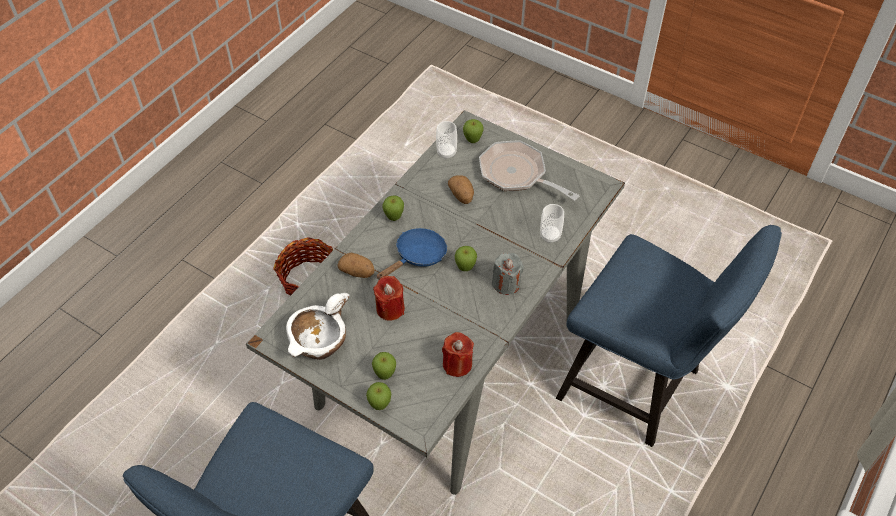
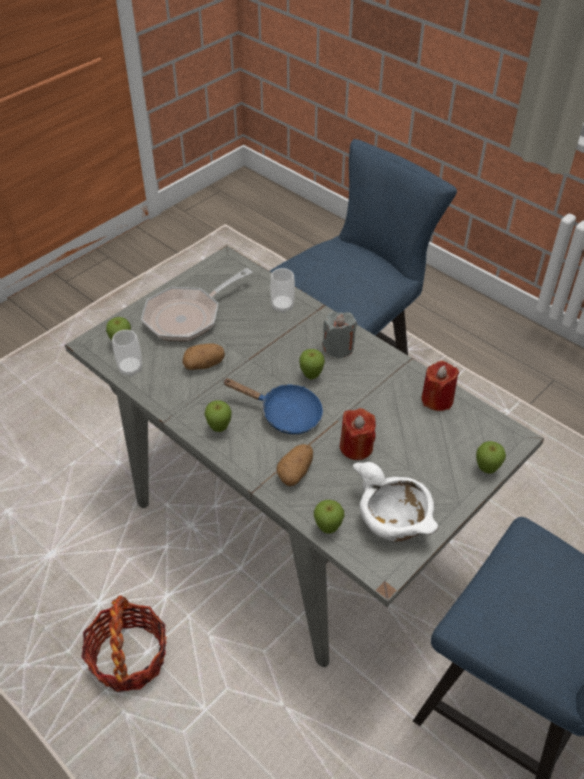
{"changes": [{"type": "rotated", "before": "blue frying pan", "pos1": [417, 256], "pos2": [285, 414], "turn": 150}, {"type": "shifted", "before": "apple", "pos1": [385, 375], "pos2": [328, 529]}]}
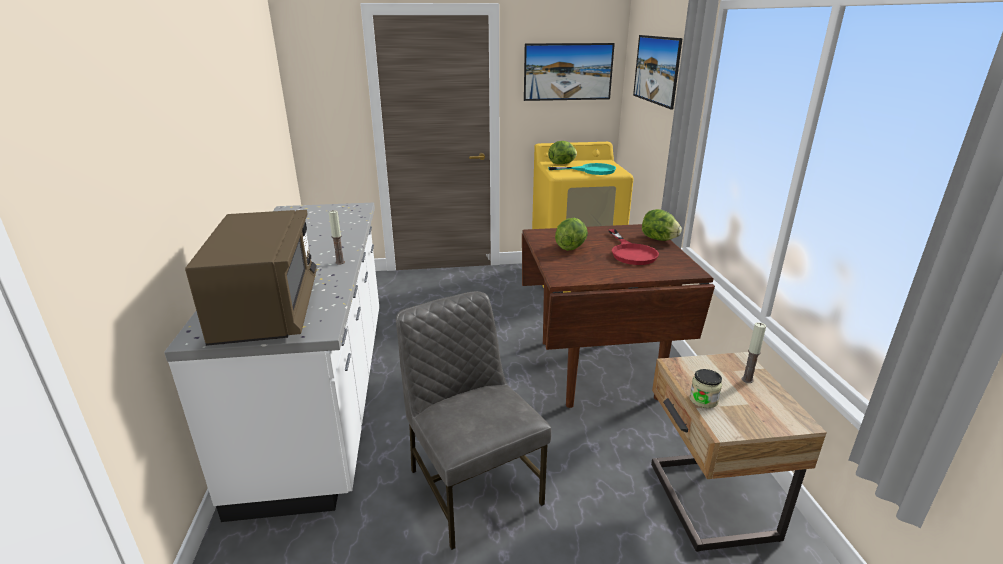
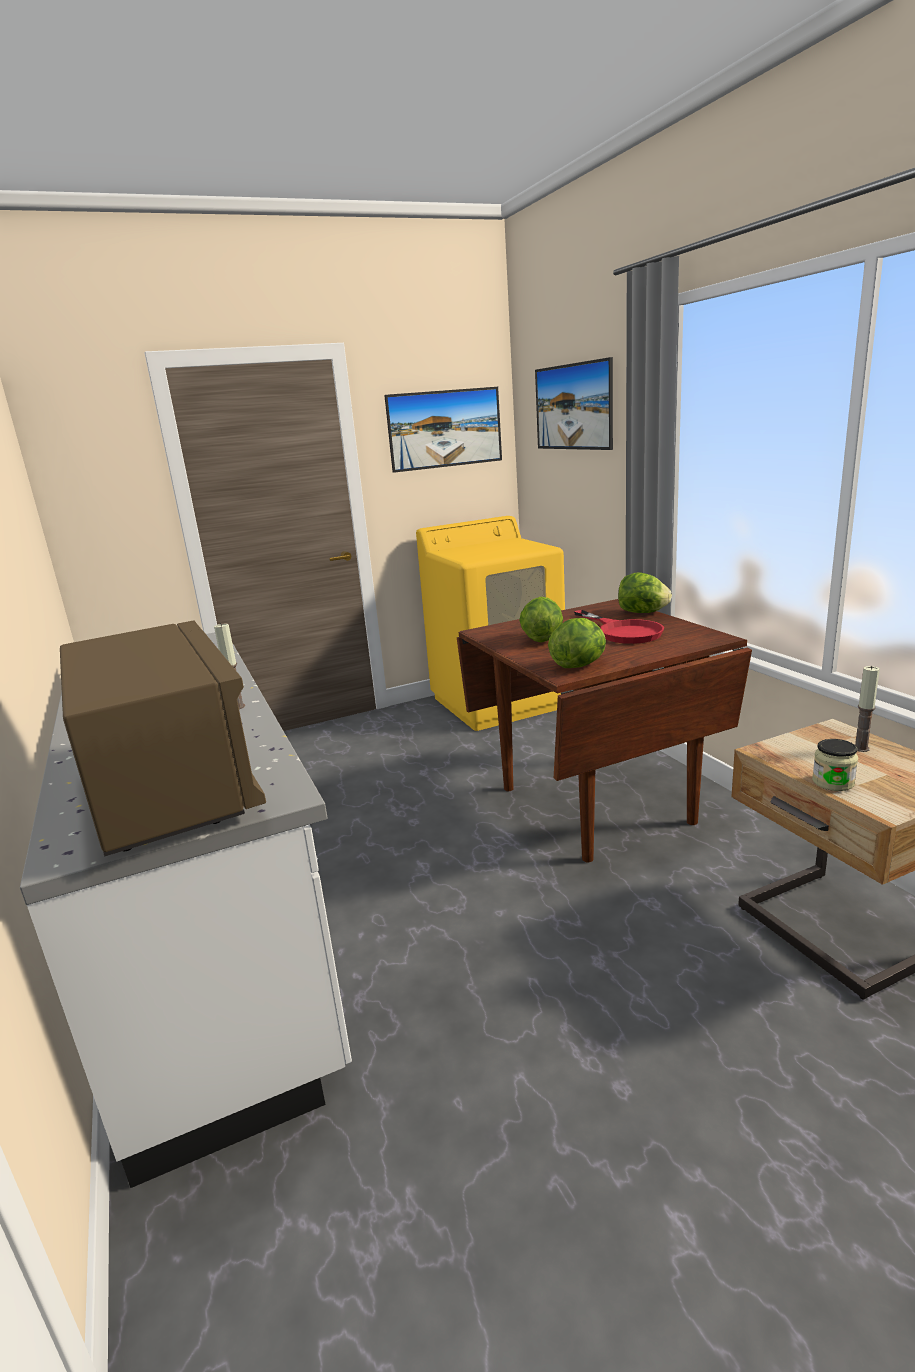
{"changes": [{"type": "shifted", "before": "lettuce", "pos1": [562, 164], "pos2": [579, 665]}, {"type": "gone", "before": "turquoise frying pan", "pos1": [591, 170]}, {"type": "gone", "before": "grey chair", "pos1": [472, 485]}]}
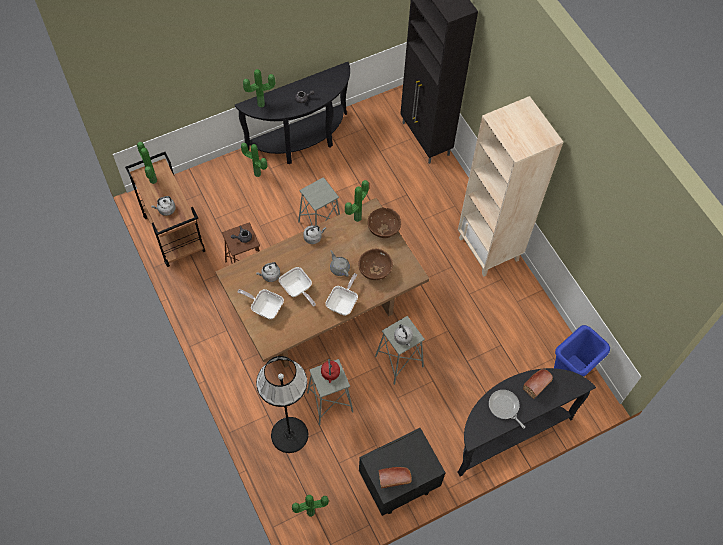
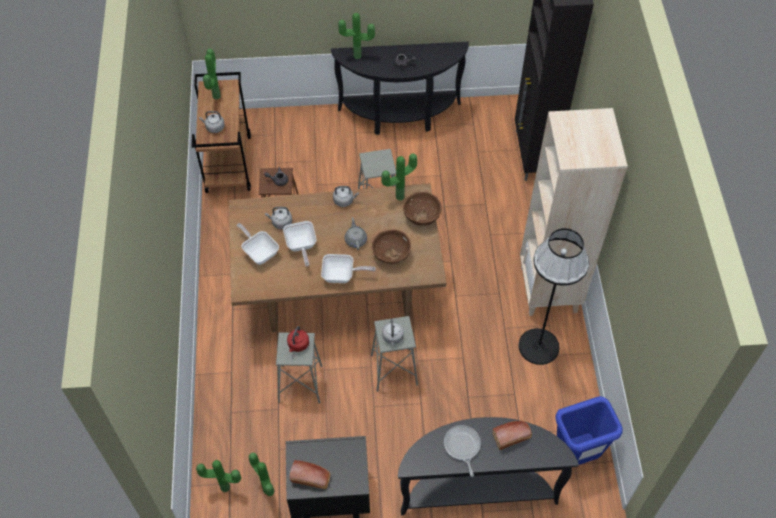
{"changes": [{"type": "shifted", "before": "potted plant", "pos1": [256, 175], "pos2": [266, 491]}, {"type": "rotated", "before": "frying pan", "pos1": [343, 303], "pos2": [342, 276], "turn": 45}, {"type": "shifted", "before": "black floor lamp", "pos1": [289, 434], "pos2": [539, 346]}]}
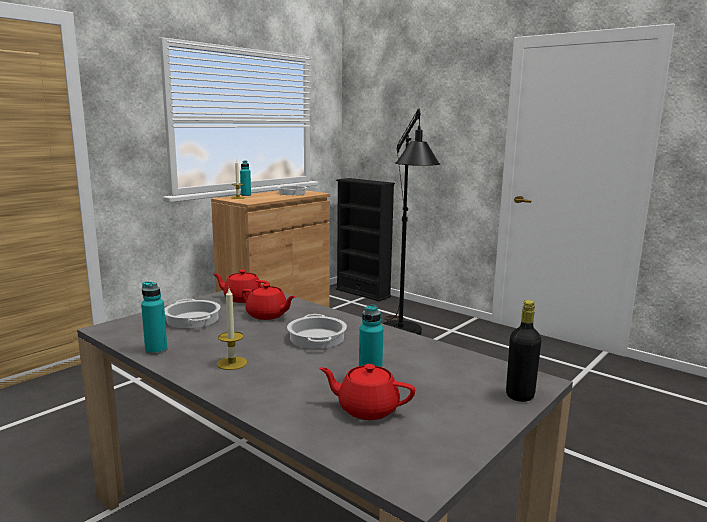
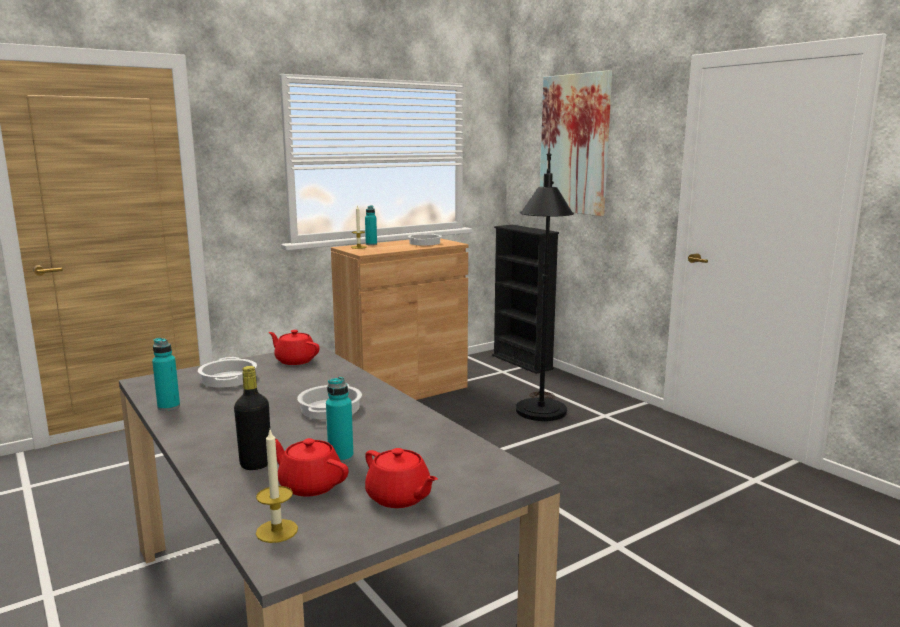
{"changes": [{"type": "shifted", "before": "red teapot", "pos1": [267, 315], "pos2": [399, 497]}, {"type": "shifted", "before": "candle", "pos1": [232, 363], "pos2": [277, 531]}, {"type": "shifted", "before": "black bottle", "pos1": [520, 395], "pos2": [256, 464]}, {"type": "new", "after": "picture", "pos2": [574, 144]}]}
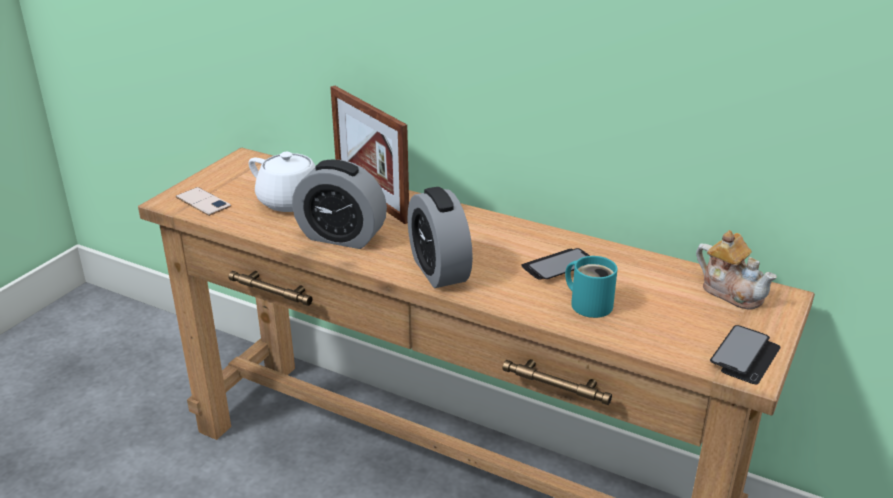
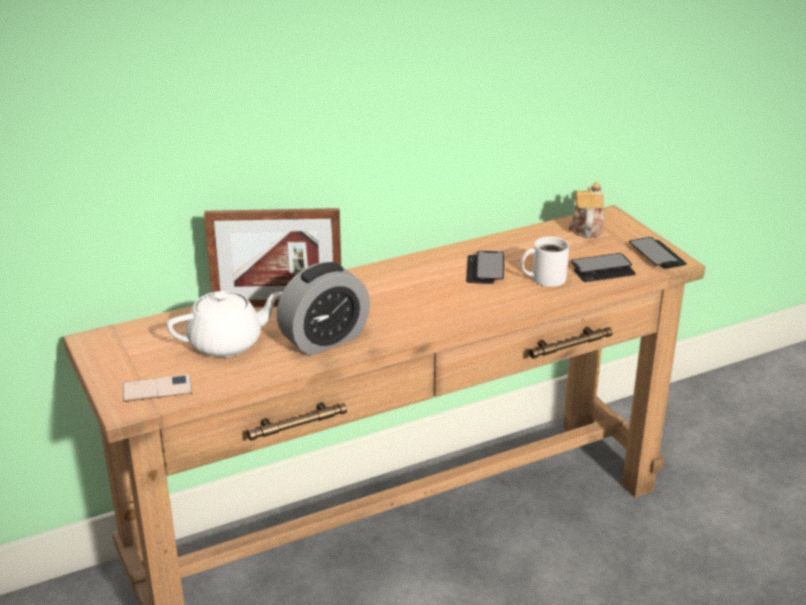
{"changes": [{"type": "gone", "before": "alarm clock", "pos1": [439, 270]}, {"type": "rotated", "before": "teapot", "pos1": [731, 292], "pos2": [586, 227], "turn": -75}, {"type": "repainted", "before": "turquoise mug", "after": "white mug", "pos1": [589, 303], "pos2": [545, 278]}, {"type": "new", "after": "phone", "pos2": [602, 269]}]}
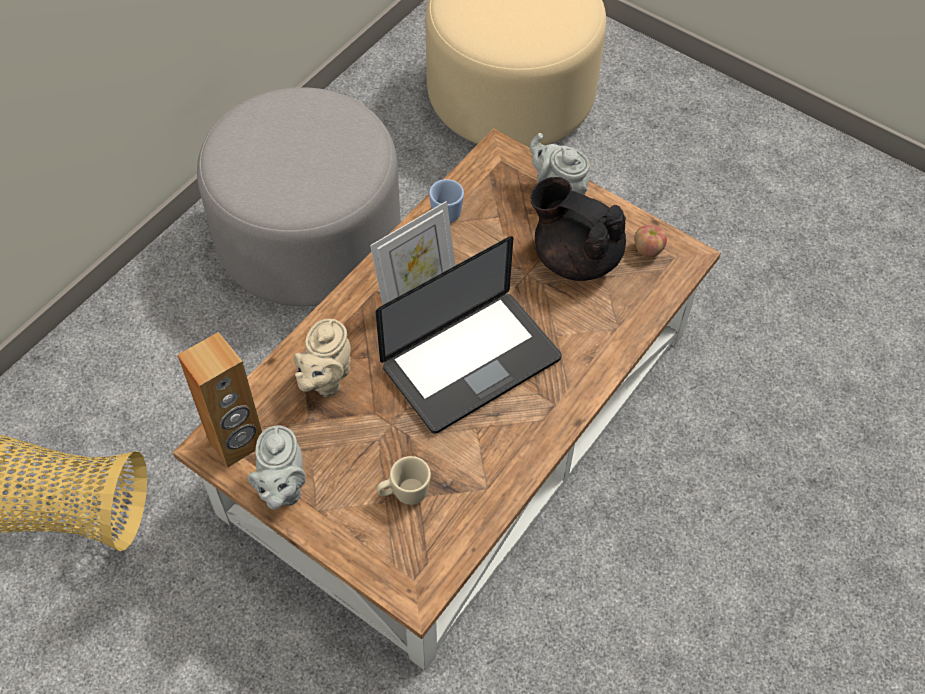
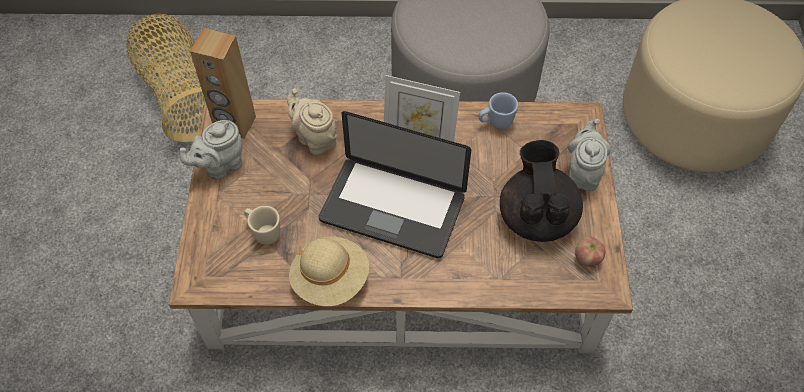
{"changes": [{"type": "rotated", "before": "beige teapot", "pos1": [325, 379], "pos2": [314, 138], "turn": 60}, {"type": "new", "after": "beige hat", "pos2": [330, 279]}]}
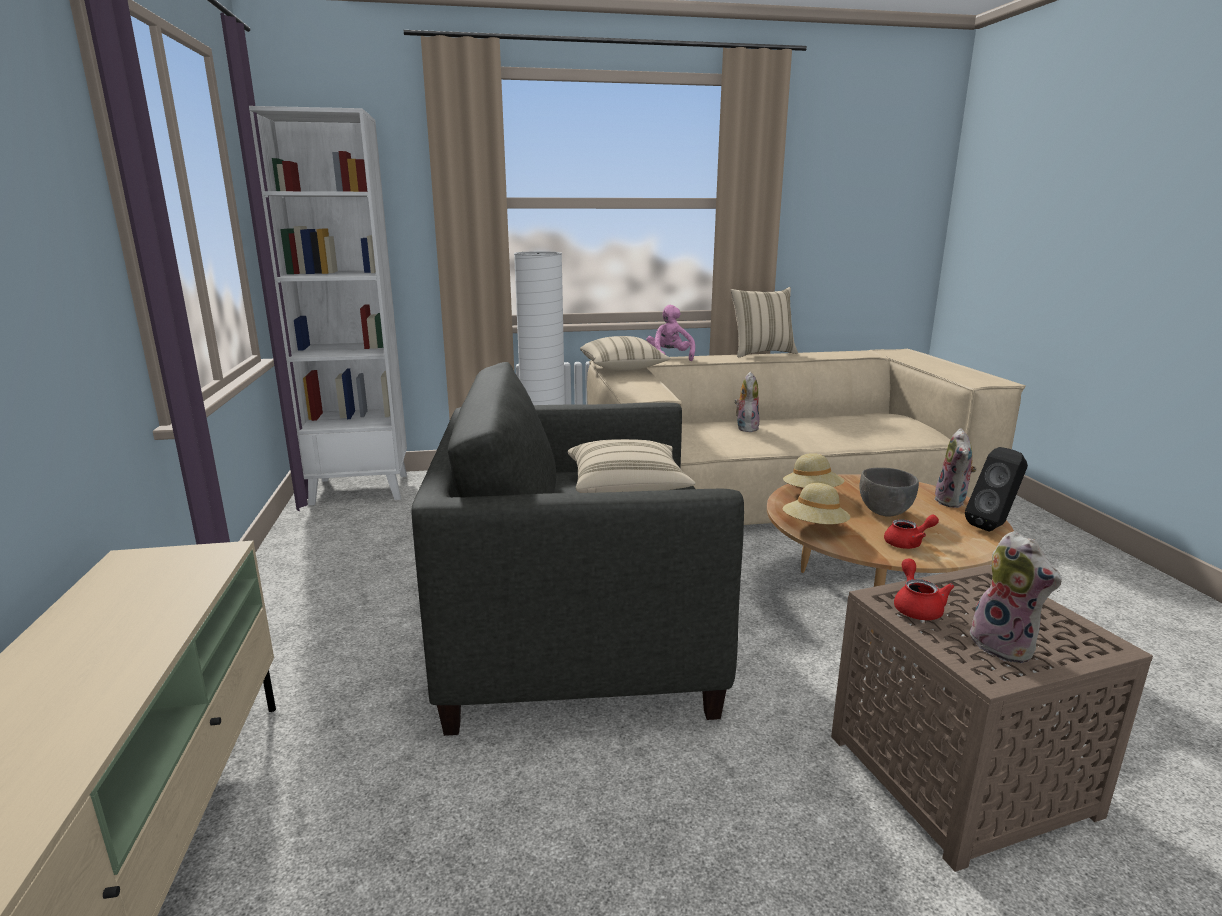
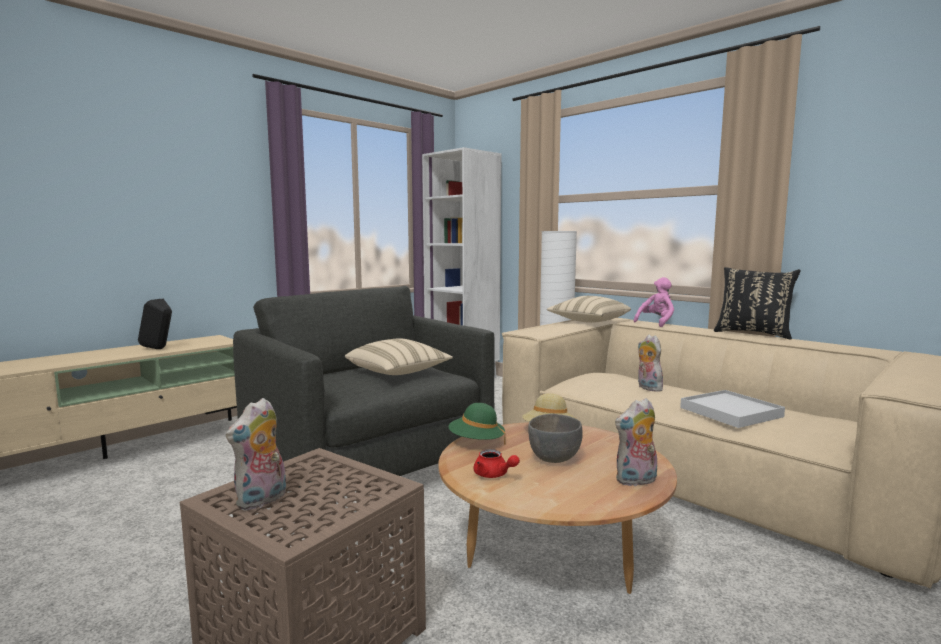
{"changes": [{"type": "repainted", "before": "beige pillow", "after": "black pillow", "pos1": [761, 353], "pos2": [753, 333]}, {"type": "rotated", "before": "plush toy", "pos1": [745, 428], "pos2": [647, 388], "turn": -90}, {"type": "shifted", "before": "black speaker", "pos1": [993, 526], "pos2": [159, 349]}, {"type": "repainted", "before": "beige hat", "after": "green hat", "pos1": [814, 527], "pos2": [476, 442]}, {"type": "gone", "before": "red teapot", "pos1": [916, 607]}, {"type": "new", "after": "white tray", "pos2": [730, 412]}]}
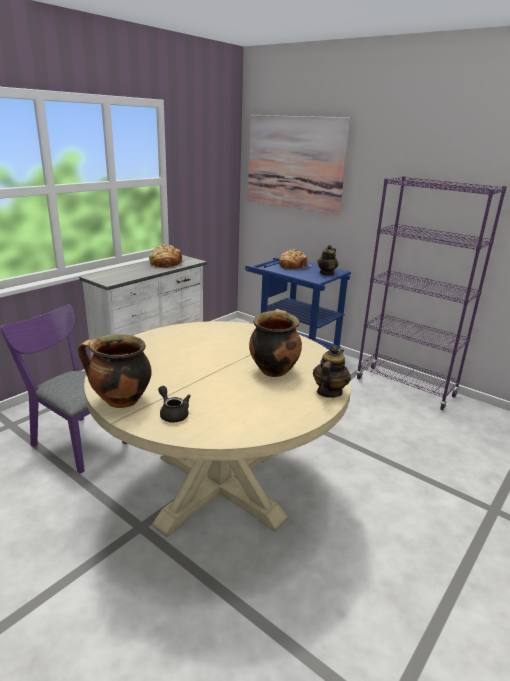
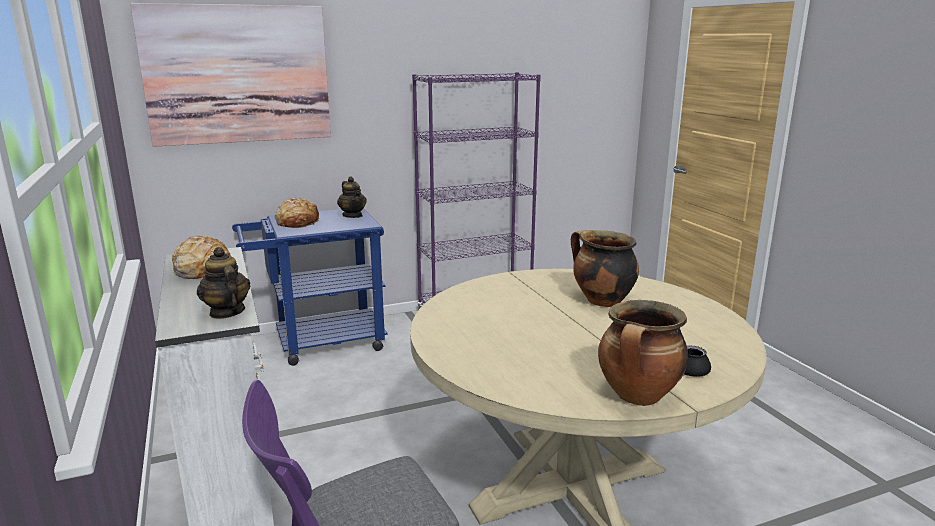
{"changes": [{"type": "shifted", "before": "teapot", "pos1": [329, 392], "pos2": [226, 312]}]}
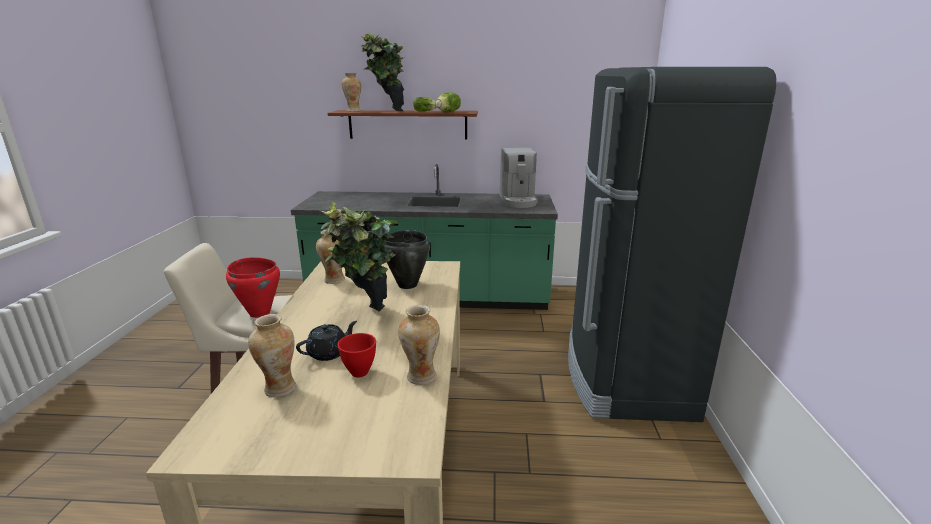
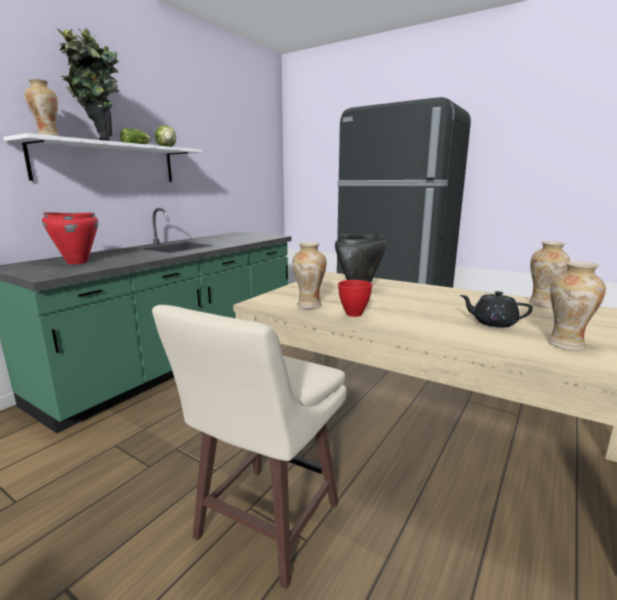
{"changes": [{"type": "repainted", "before": "brown shelf", "after": "white shelf", "pos1": [407, 124], "pos2": [108, 163]}, {"type": "gone", "before": "coffee machine", "pos1": [518, 200]}, {"type": "gone", "before": "potted plant", "pos1": [366, 317]}, {"type": "shifted", "before": "red cooking pot", "pos1": [260, 313], "pos2": [77, 262]}, {"type": "rotated", "before": "black teapot", "pos1": [329, 353], "pos2": [493, 322], "turn": -60}, {"type": "shifted", "before": "red bowl", "pos1": [360, 372], "pos2": [353, 314]}]}
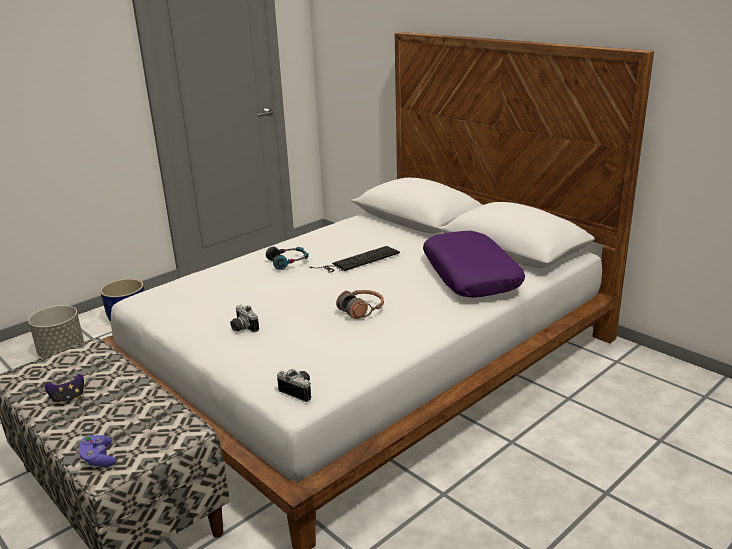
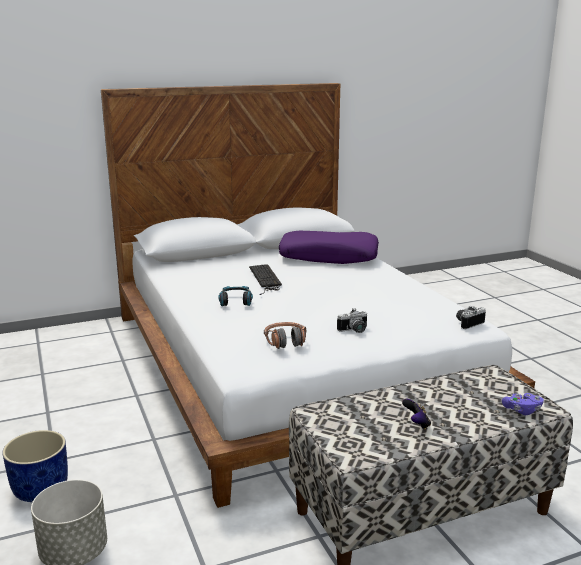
{"changes": [{"type": "shifted", "before": "headphones", "pos1": [361, 310], "pos2": [285, 341]}]}
